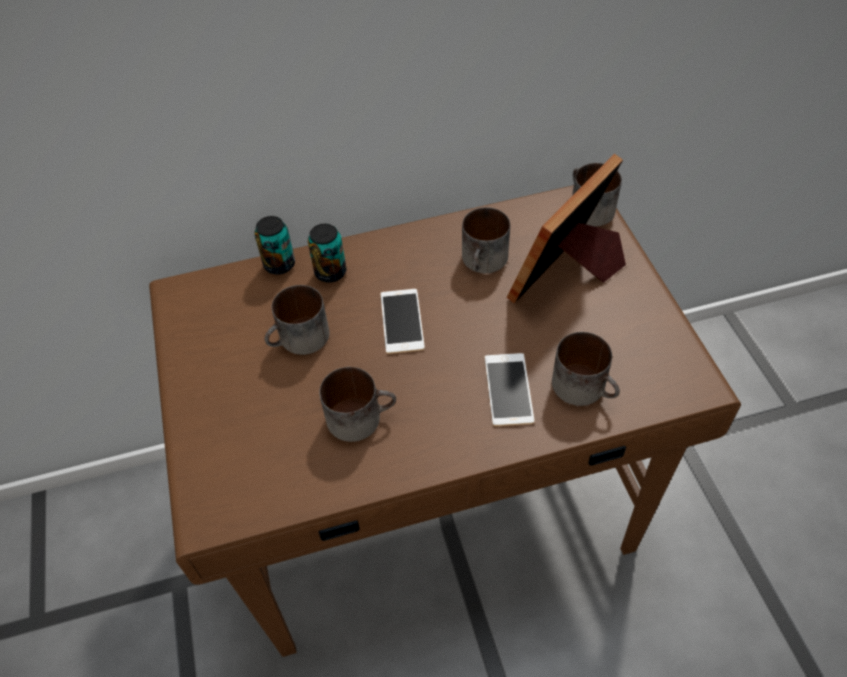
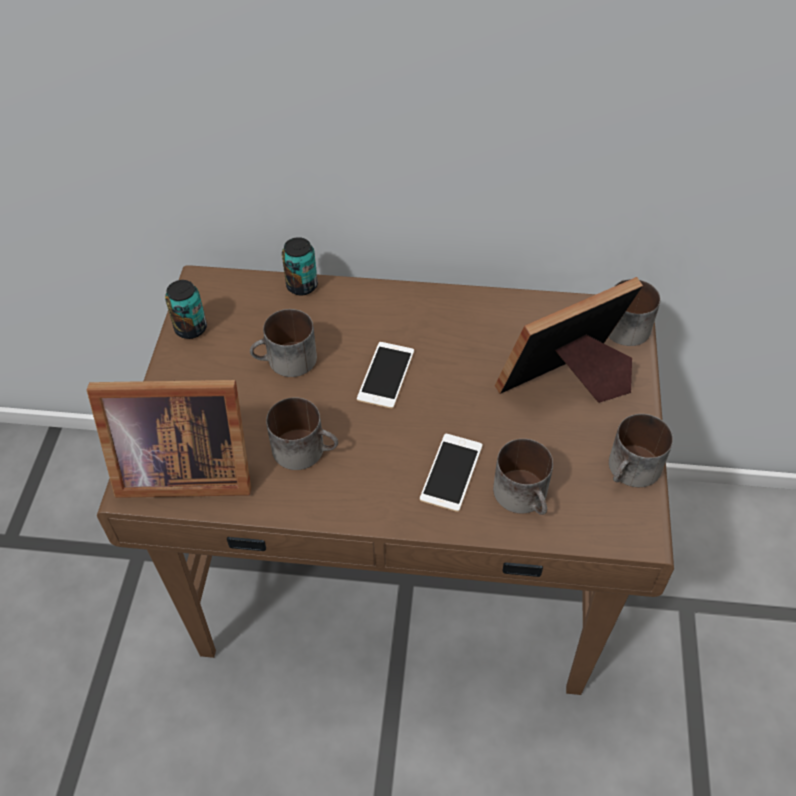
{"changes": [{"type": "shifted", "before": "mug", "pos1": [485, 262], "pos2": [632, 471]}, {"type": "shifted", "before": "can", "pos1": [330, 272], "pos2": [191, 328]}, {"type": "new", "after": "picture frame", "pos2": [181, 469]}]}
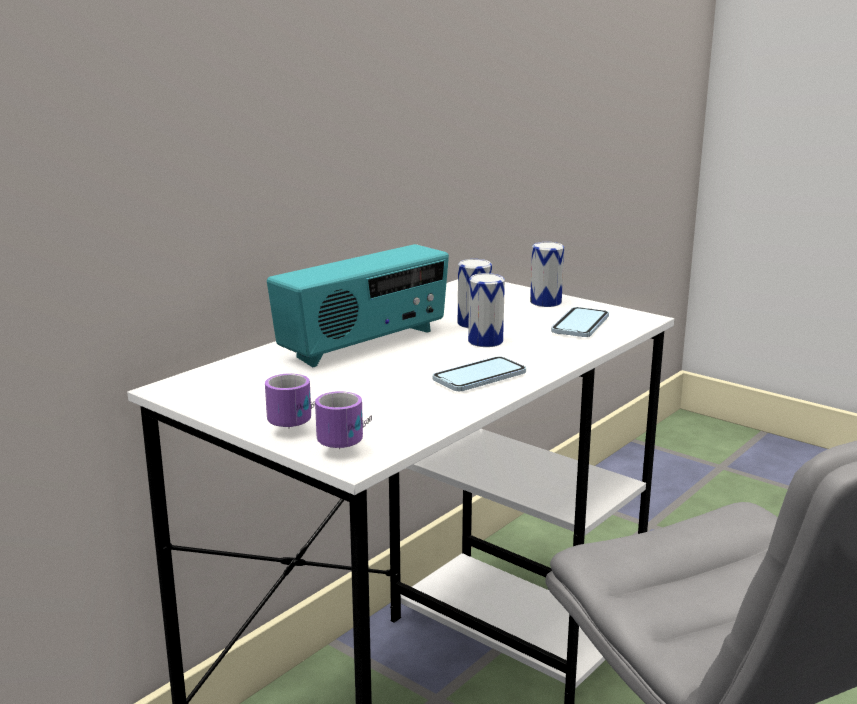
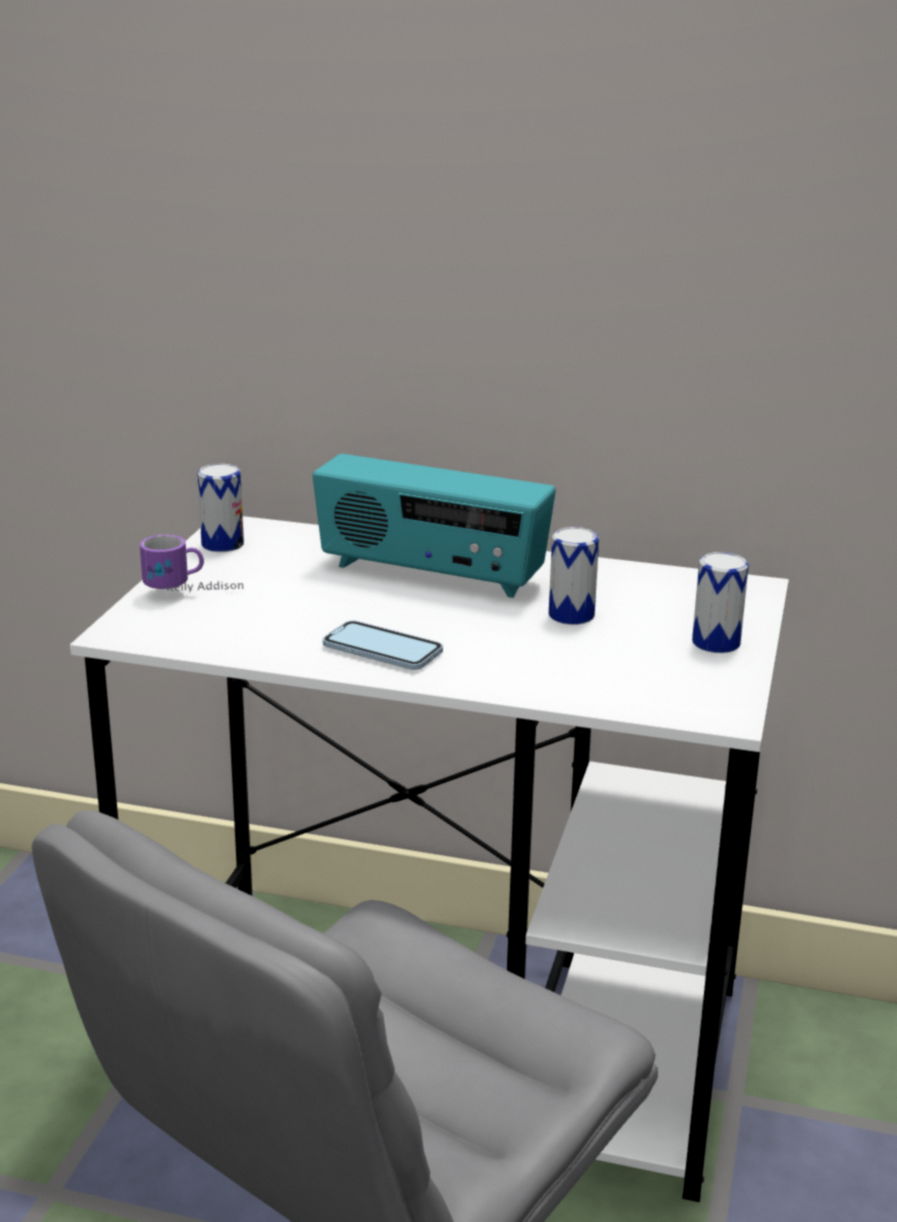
{"changes": [{"type": "shifted", "before": "can", "pos1": [485, 341], "pos2": [222, 544]}, {"type": "gone", "before": "phone", "pos1": [580, 325]}, {"type": "gone", "before": "mug", "pos1": [352, 441]}]}
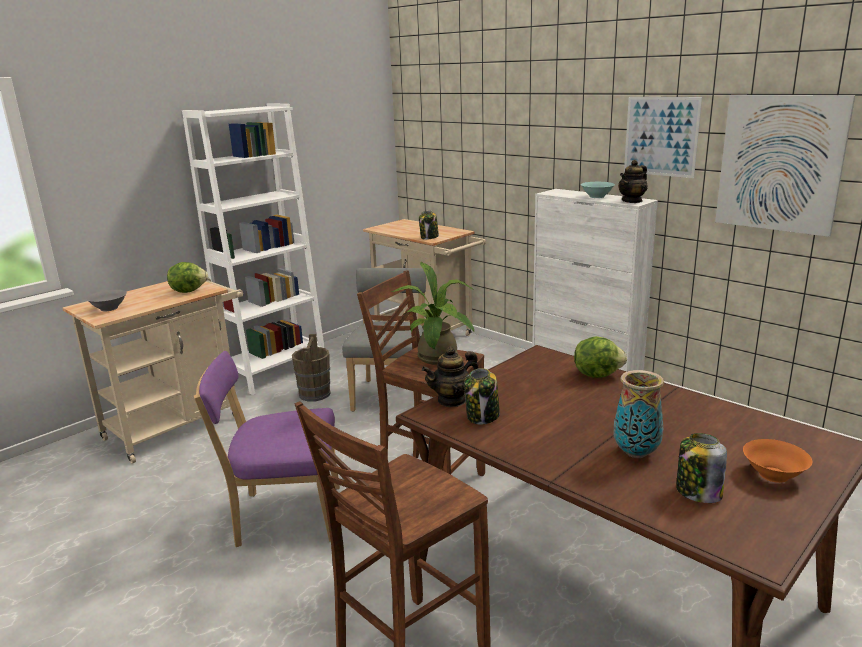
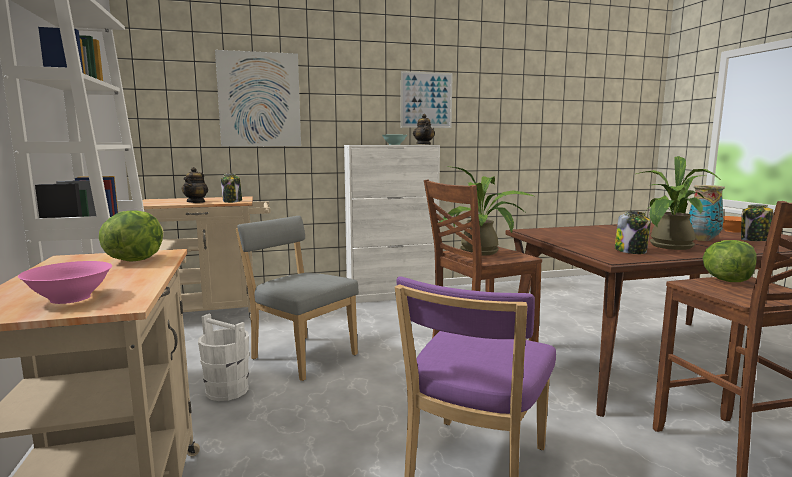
{"changes": [{"type": "shifted", "before": "picture", "pos1": [779, 164], "pos2": [259, 100]}, {"type": "repainted", "before": "grey bowl", "after": "pink bowl", "pos1": [109, 308], "pos2": [71, 298]}, {"type": "repainted", "before": "brown bucket", "after": "white bucket", "pos1": [315, 394], "pos2": [227, 390]}, {"type": "shifted", "before": "lettuce", "pos1": [597, 374], "pos2": [727, 280]}, {"type": "shifted", "before": "teapot", "pos1": [452, 400], "pos2": [196, 202]}, {"type": "new", "after": "potted plant", "pos2": [669, 247]}]}
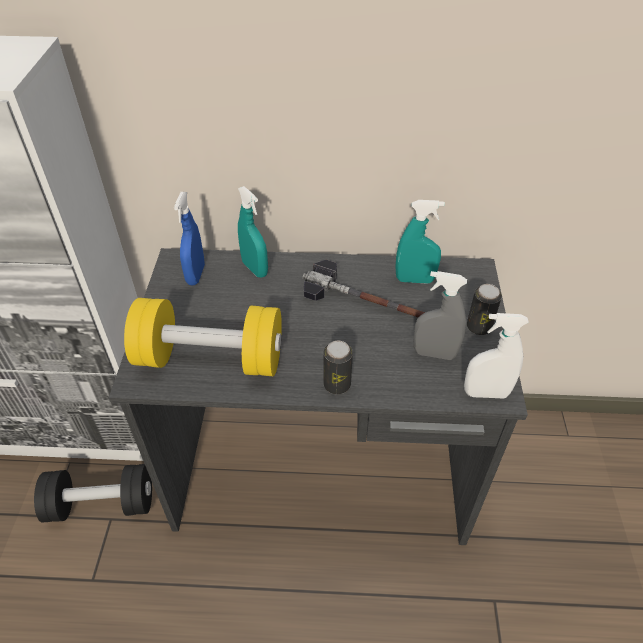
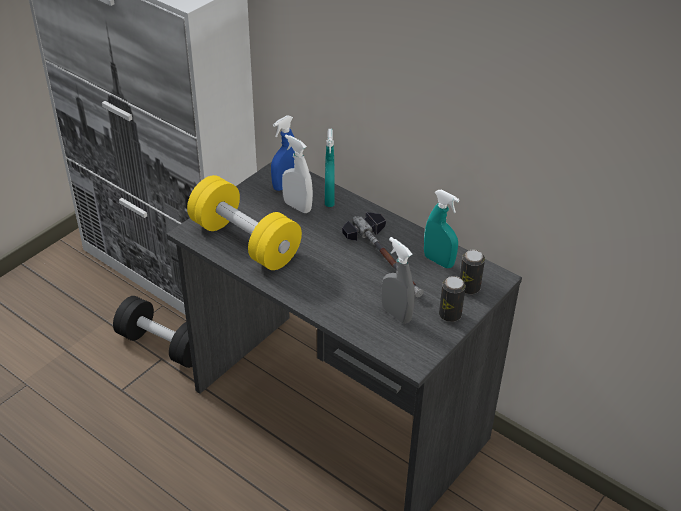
{"changes": [{"type": "shifted", "before": "white spray bottle", "pos1": [486, 393], "pos2": [297, 207]}, {"type": "shifted", "before": "can", "pos1": [337, 384], "pos2": [469, 287]}]}
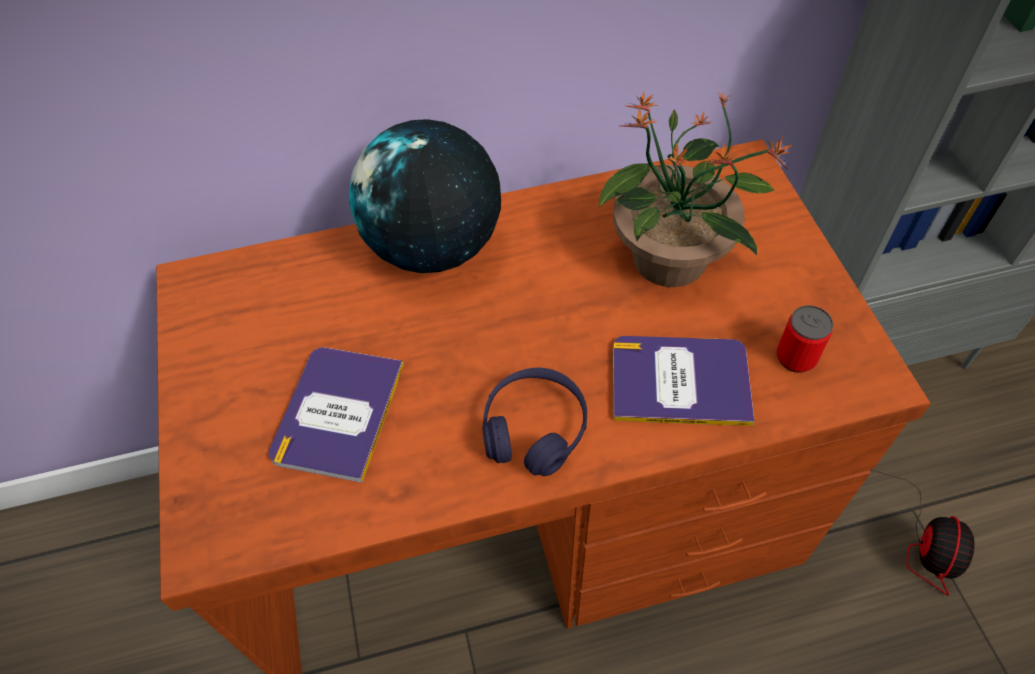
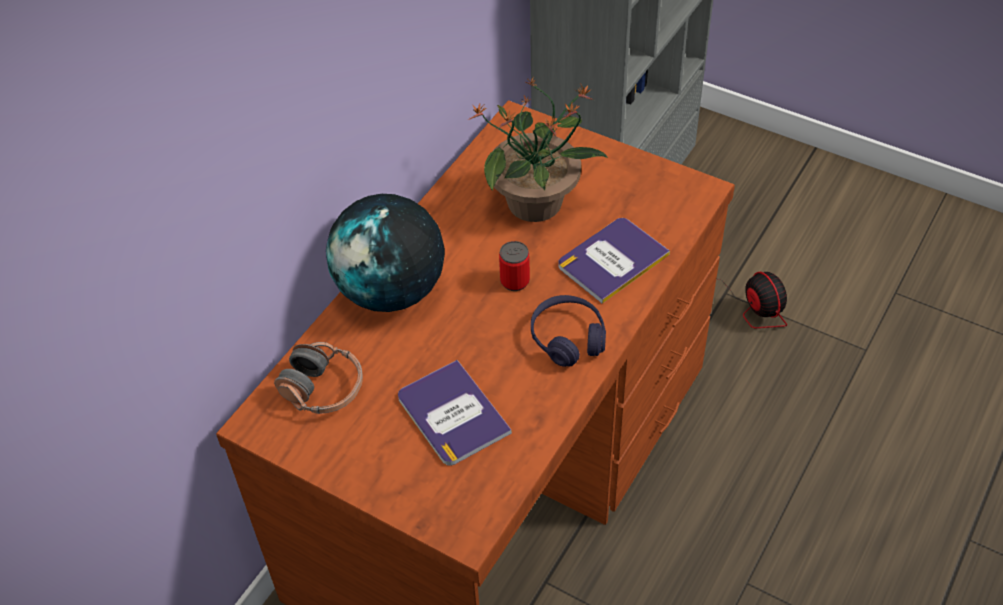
{"changes": [{"type": "shifted", "before": "can", "pos1": [796, 357], "pos2": [515, 281]}, {"type": "new", "after": "headphones", "pos2": [323, 389]}]}
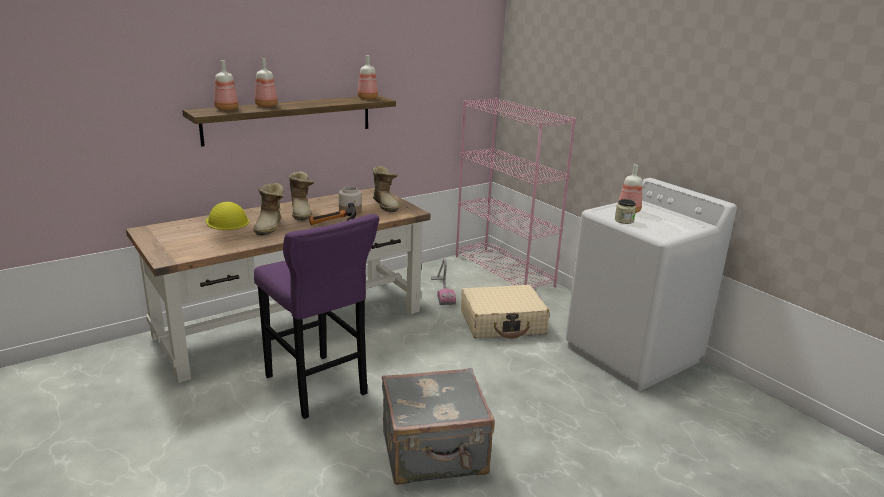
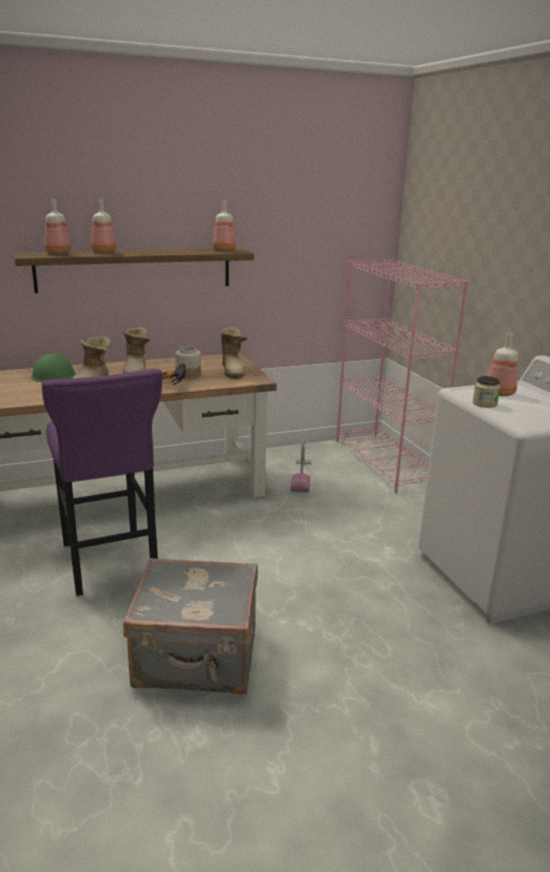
{"changes": [{"type": "repainted", "before": "yellow hard hat", "after": "green hard hat", "pos1": [227, 221], "pos2": [53, 375]}, {"type": "gone", "before": "beige suitcase", "pos1": [503, 323]}]}
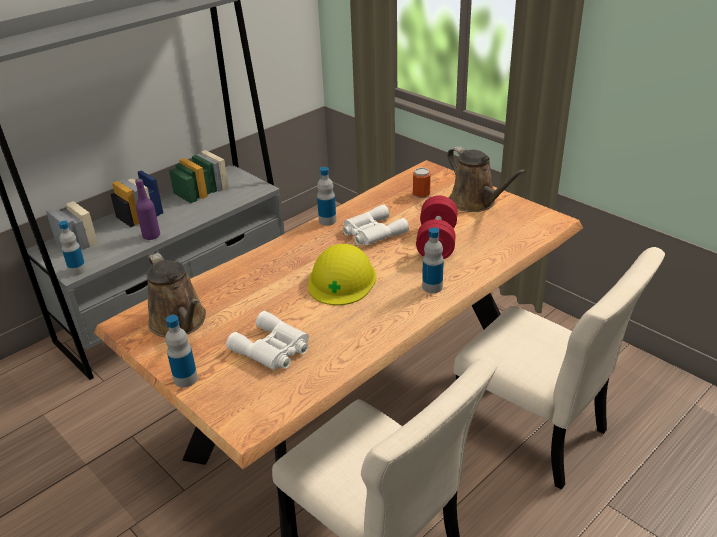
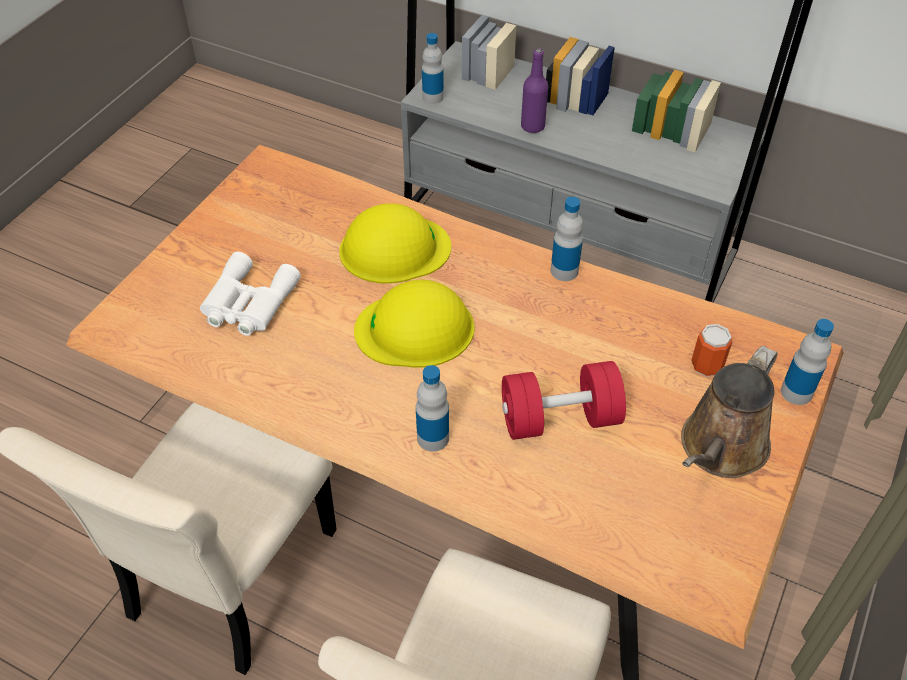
{"changes": [{"type": "gone", "before": "white binoculars", "pos1": [372, 232]}, {"type": "gone", "before": "brown watering can", "pos1": [180, 323]}, {"type": "shifted", "before": "bottle", "pos1": [185, 379], "pos2": [796, 392]}, {"type": "new", "after": "yellow hard hat", "pos2": [394, 249]}]}
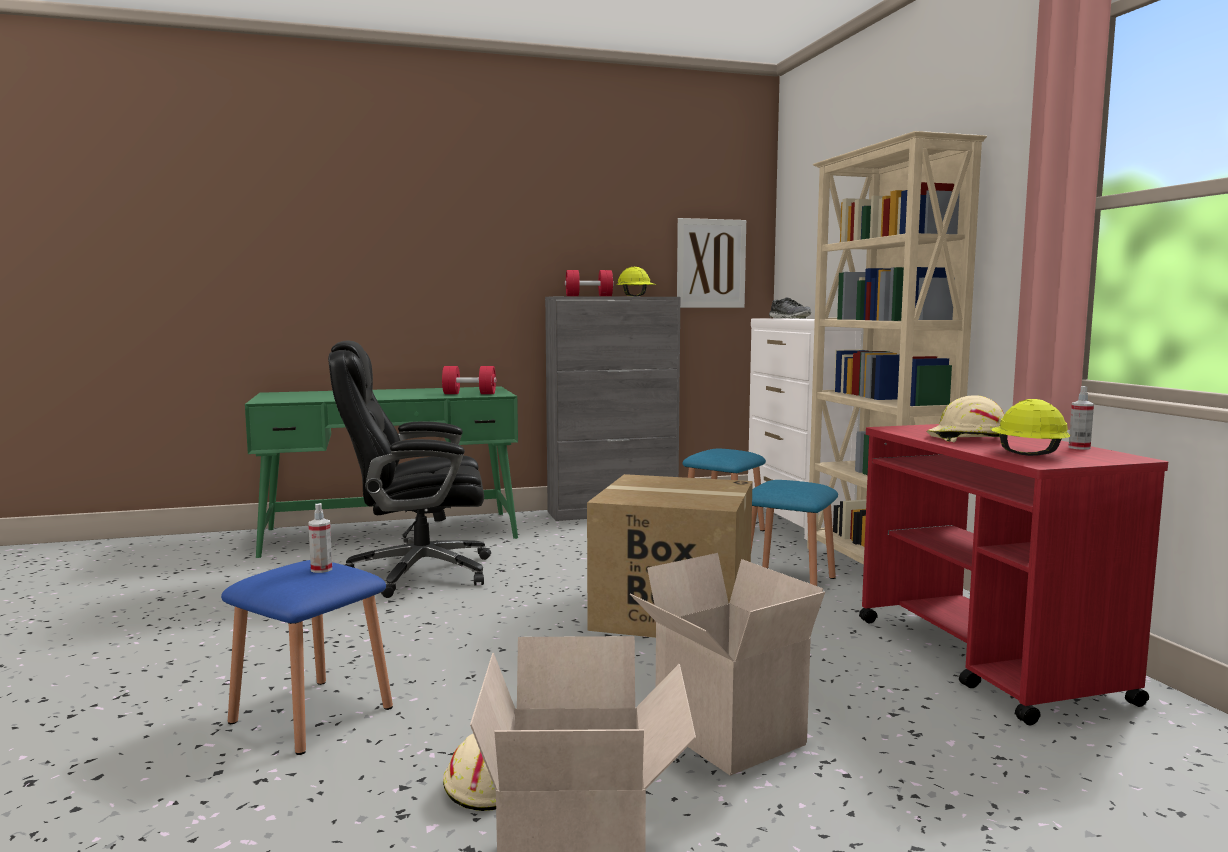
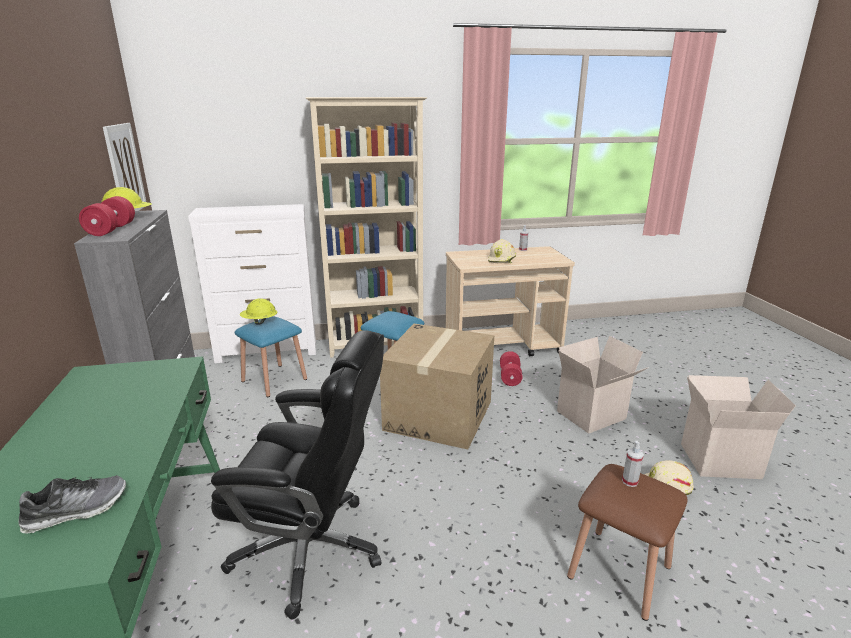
{"changes": [{"type": "shifted", "before": "shoe", "pos1": [789, 318], "pos2": [77, 511]}, {"type": "rotated", "before": "black office chair", "pos1": [417, 572], "pos2": [311, 549], "turn": -75}, {"type": "shifted", "before": "red dumbbell", "pos1": [469, 394], "pos2": [510, 377]}, {"type": "shifted", "before": "yellow hard hat", "pos1": [1027, 454], "pos2": [259, 322]}, {"type": "repainted", "before": "red cart", "after": "beige cart", "pos1": [987, 659], "pos2": [503, 346]}, {"type": "repainted", "before": "blue stool", "after": "brown stool", "pos1": [311, 714], "pos2": [619, 571]}]}
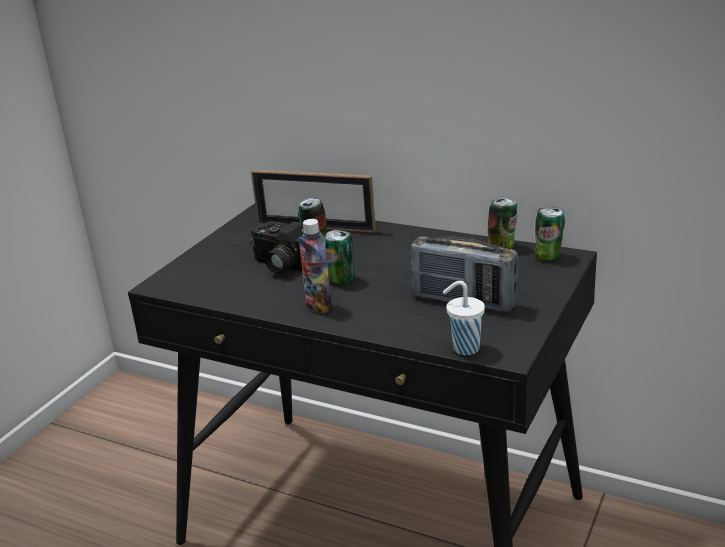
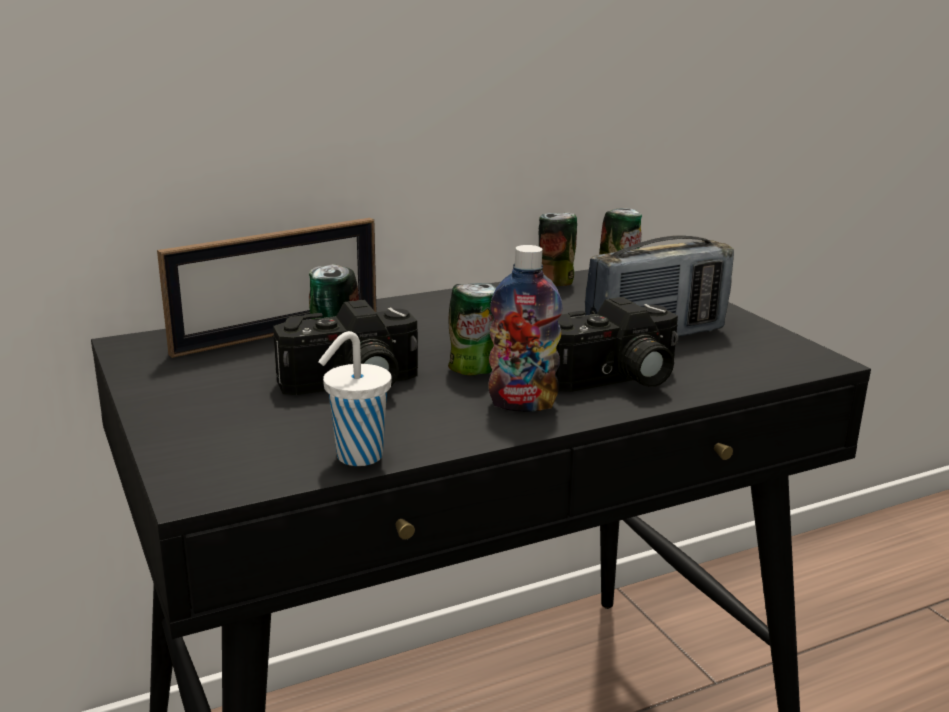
{"changes": [{"type": "shifted", "before": "white cup", "pos1": [464, 348], "pos2": [356, 457]}, {"type": "new", "after": "photo camera", "pos2": [616, 381]}]}
